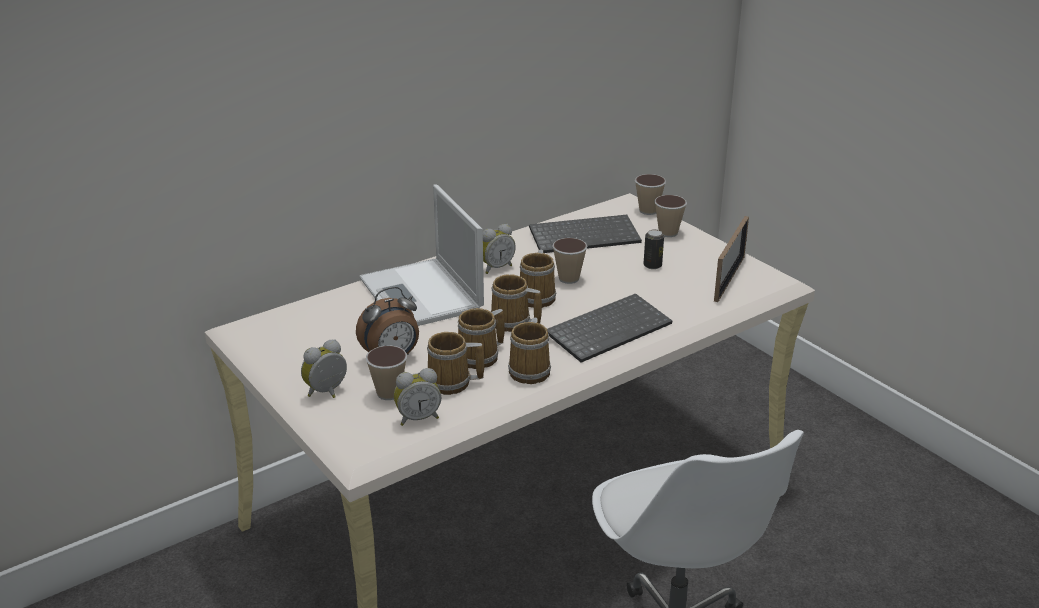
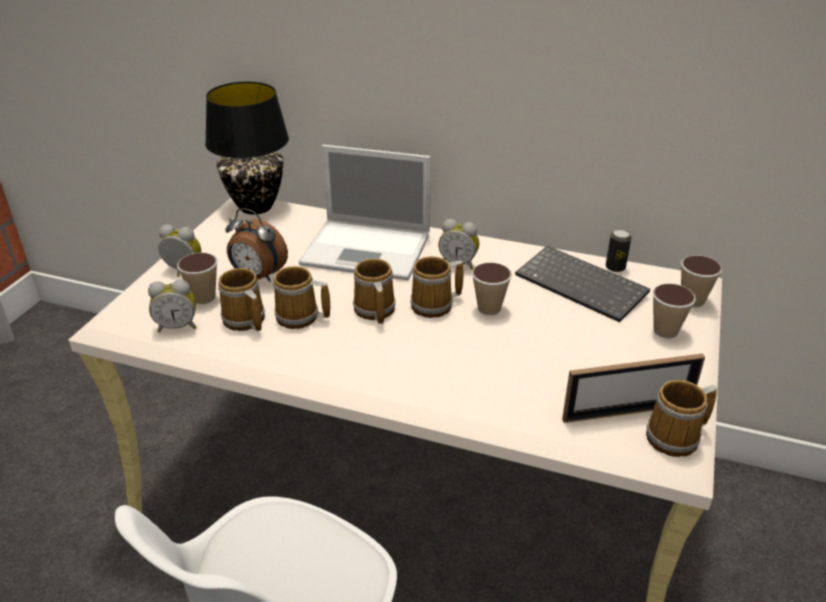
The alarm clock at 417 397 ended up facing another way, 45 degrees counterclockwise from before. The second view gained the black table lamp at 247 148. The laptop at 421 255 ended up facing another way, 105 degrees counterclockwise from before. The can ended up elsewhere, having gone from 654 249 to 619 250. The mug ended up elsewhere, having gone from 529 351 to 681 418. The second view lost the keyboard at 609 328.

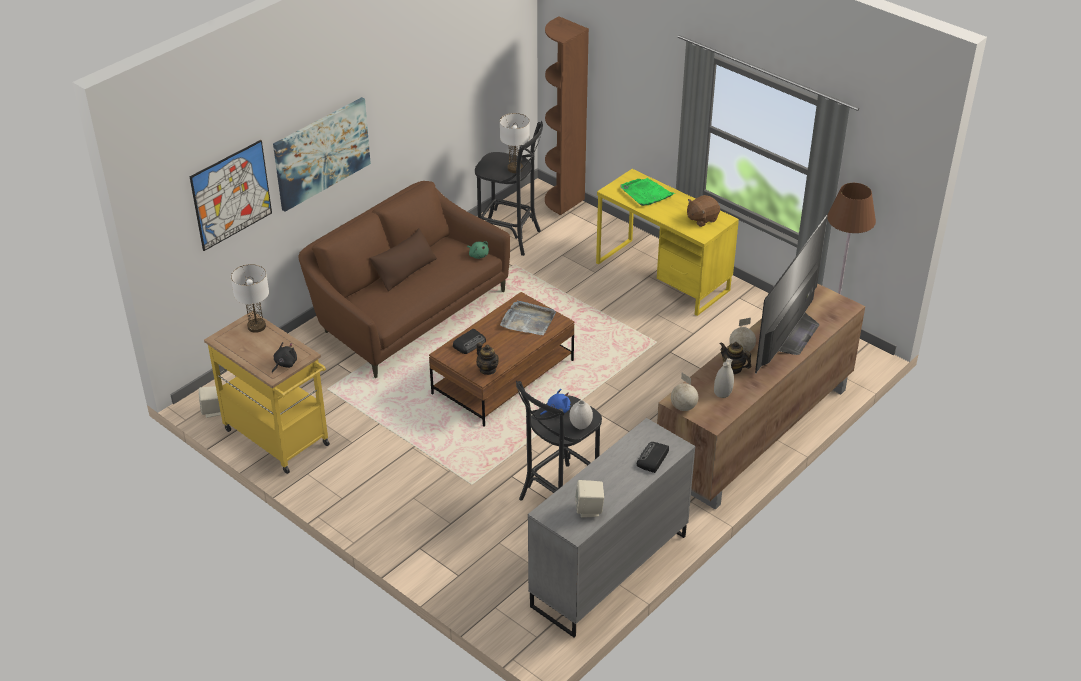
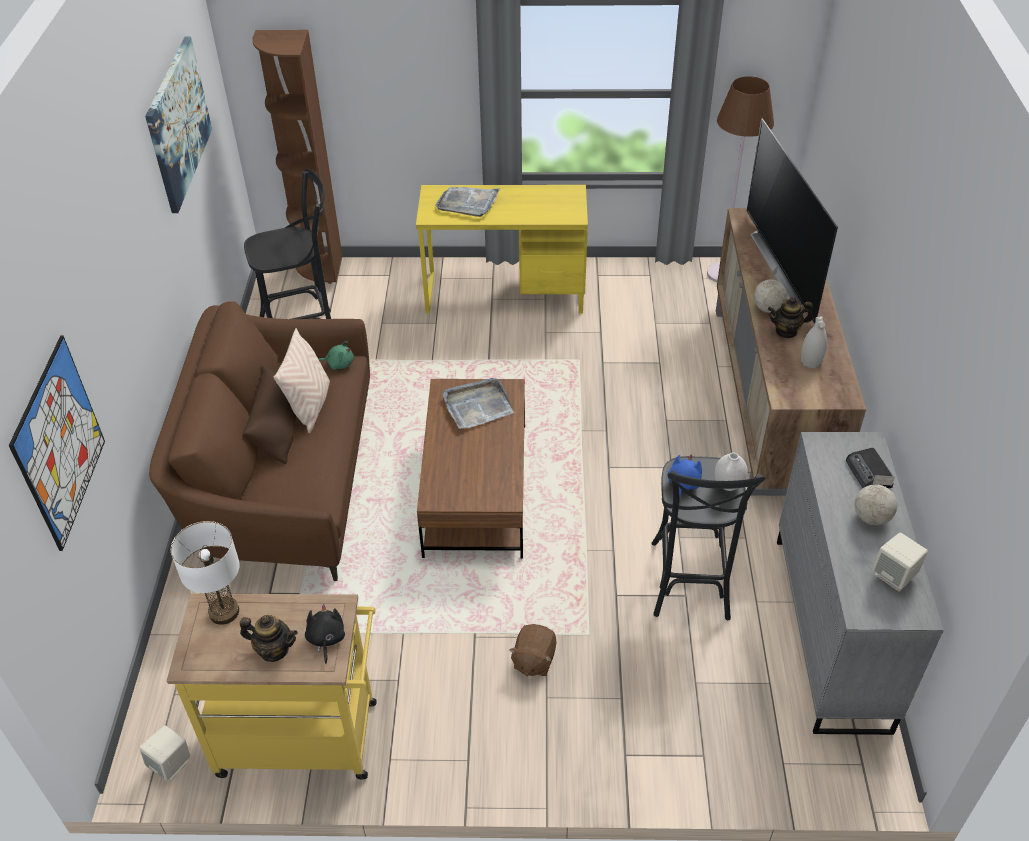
The picture ended up elsewhere, having gone from 322 154 to 178 125. The teapot ended up elsewhere, having gone from 487 358 to 269 638. The second view gained the beige pillow at 302 380. What was the green tray at 647 192 turned into the grey tray at 467 202. The brown plush toy ended up elsewhere, having gone from 703 211 to 533 650. The globe ended up elsewhere, having gone from 684 392 to 876 500. The second view lost the radio at 469 341. The second view lost the table lamp at 515 143.

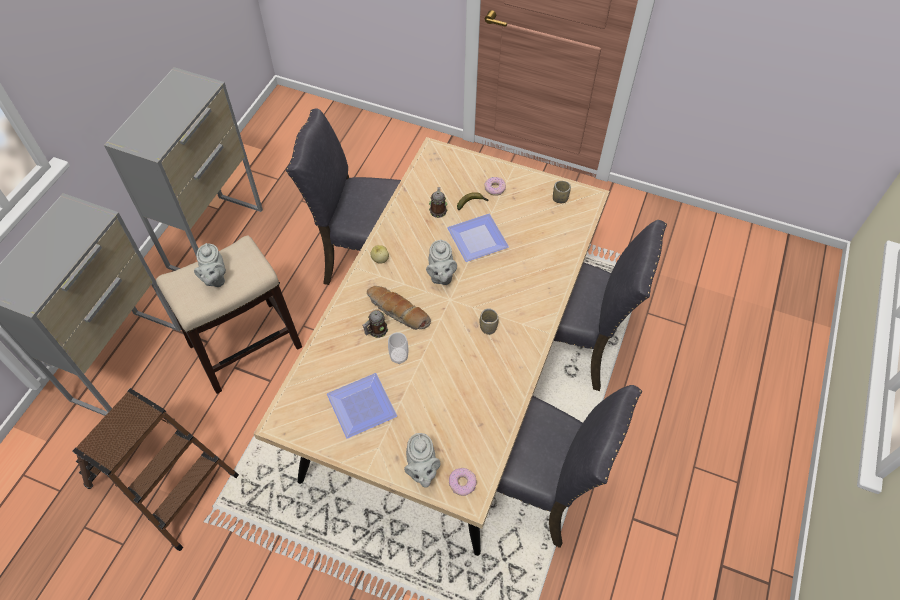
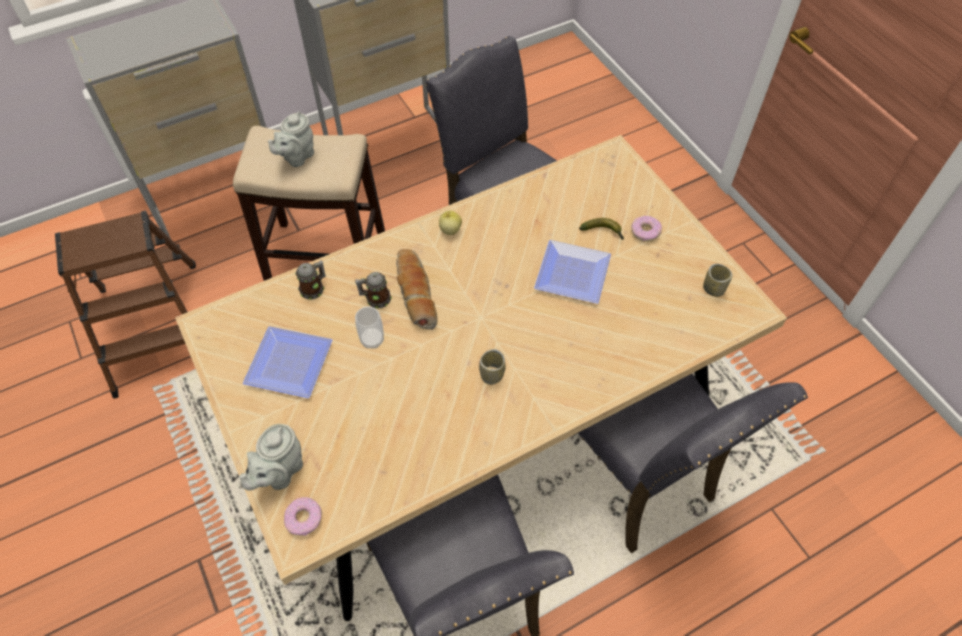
The mug ended up elsewhere, having gone from 438 202 to 310 280. The second view lost the grey teapot at 441 262.

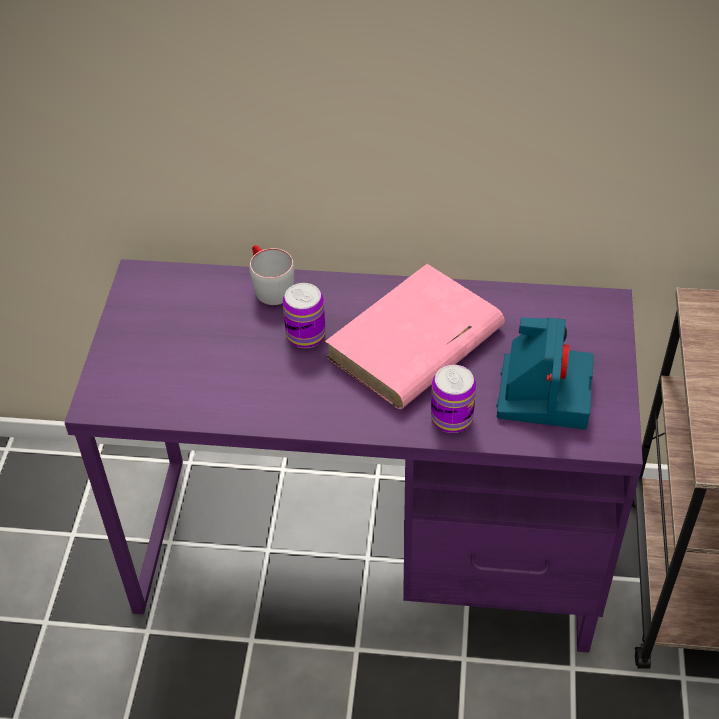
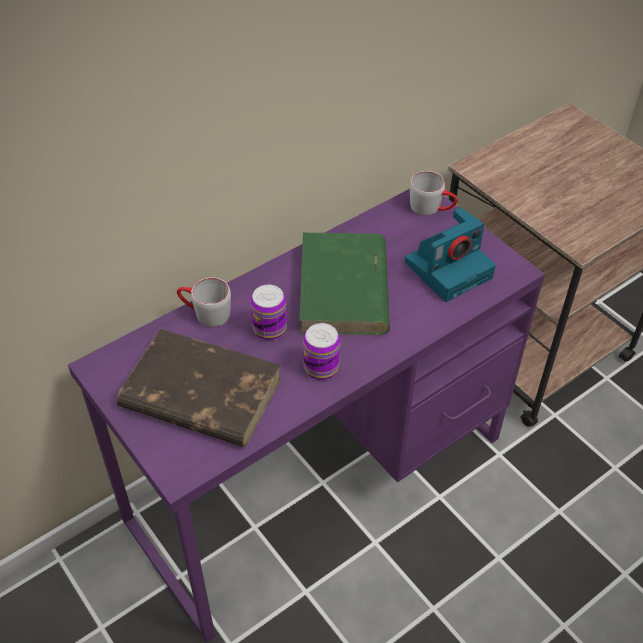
The second view gained the brown book at 199 388. What was the pink book at 415 336 turned into the green book at 345 284. The can ended up elsewhere, having gone from 453 399 to 321 351. The photo camera at 545 373 ended up facing another way, 90 degrees clockwise from before. The second view gained the grey mug at 434 193.

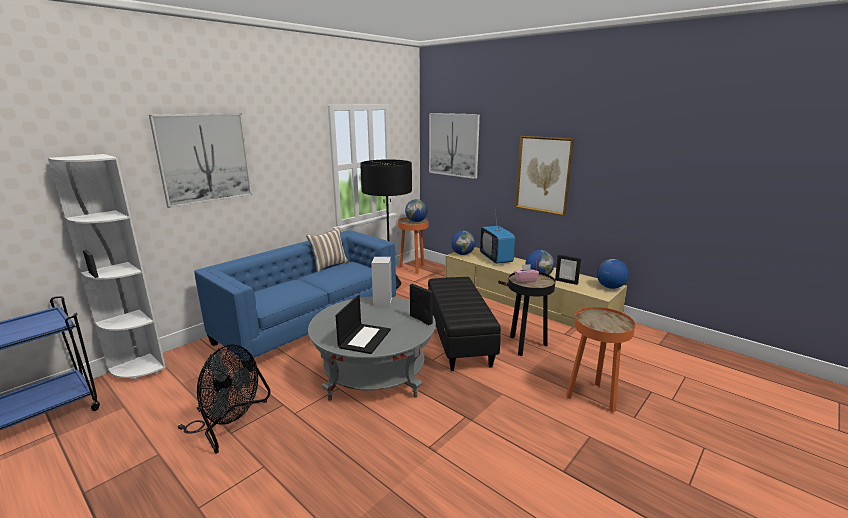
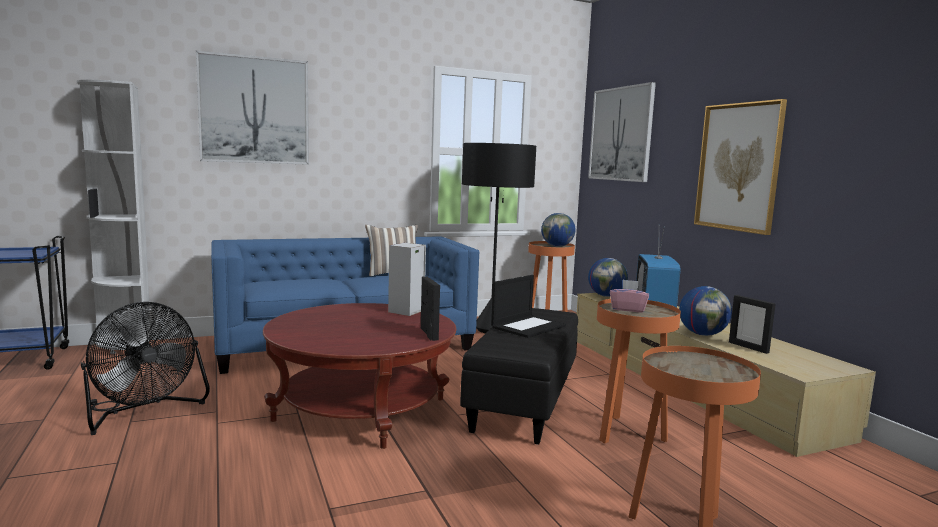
What was the grey coffee table at 372 349 turned into the red coffee table at 359 376. The laptop ended up elsewhere, having gone from 363 324 to 528 306. What was the black side table at 531 314 turned into the orange side table at 639 371. The second view lost the globe at 613 274.

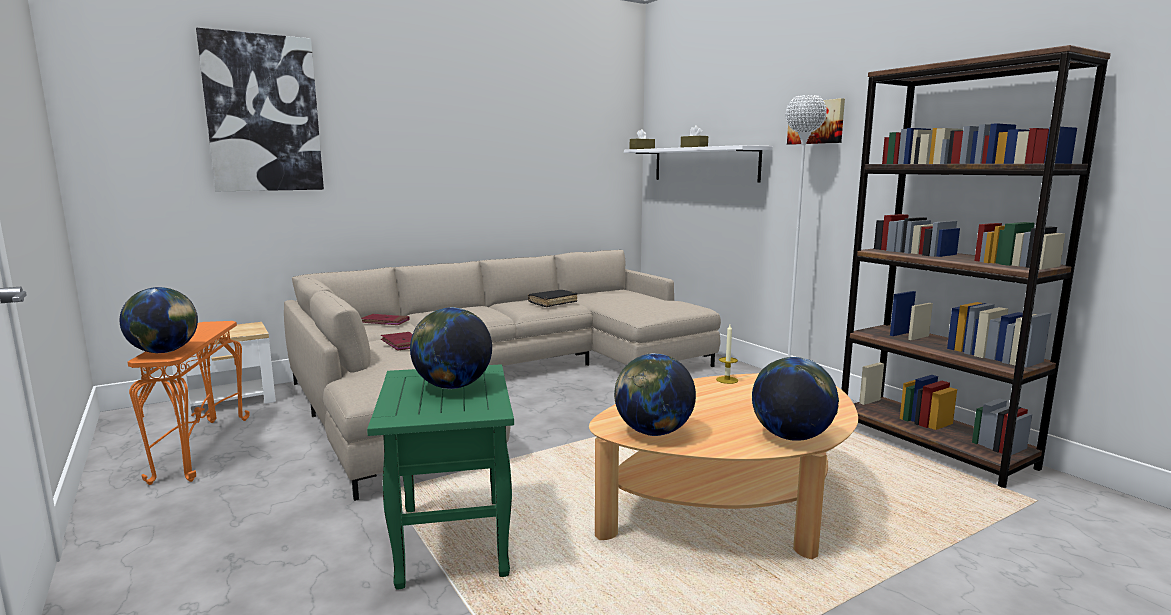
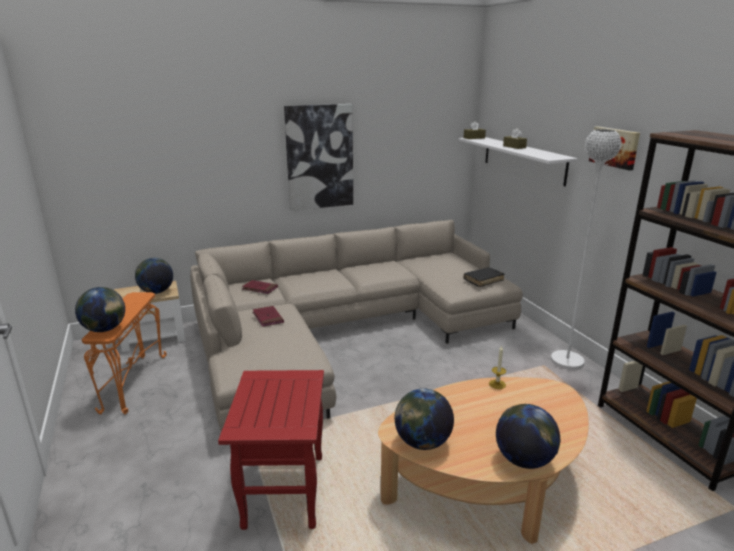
The globe ended up elsewhere, having gone from 451 348 to 154 276. What was the green side table at 440 477 turned into the red side table at 271 450. The picture ended up elsewhere, having gone from 260 109 to 318 157. The black book ended up elsewhere, having gone from 552 298 to 484 277.

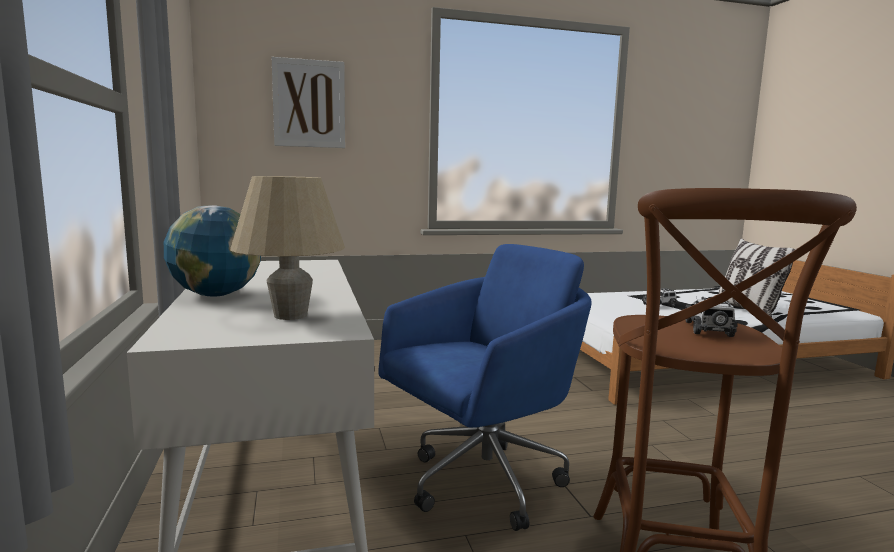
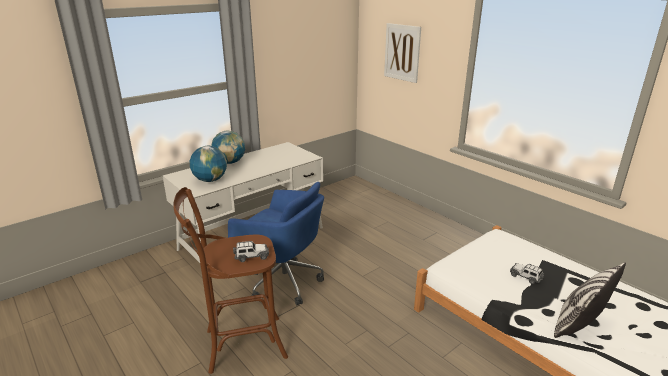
Where the beige table lamp stood at 287 248, the globe came to stand at 208 164.

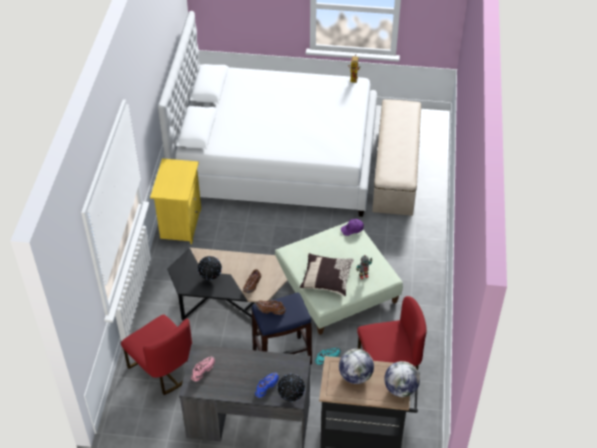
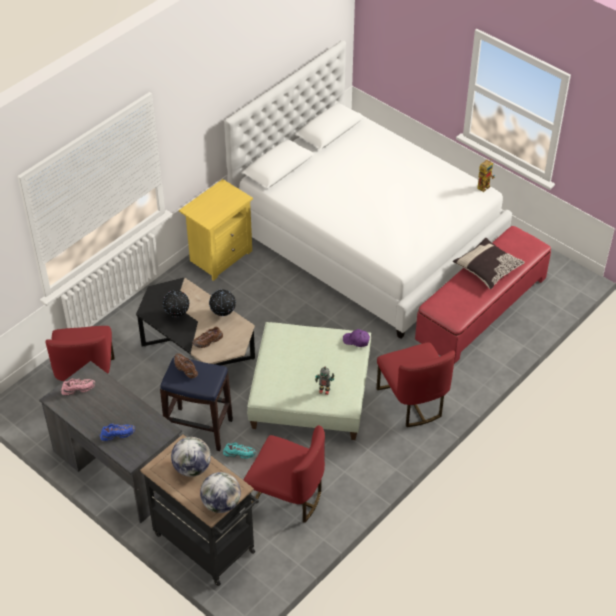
The globe ended up elsewhere, having gone from 291 388 to 222 303. The second view gained the red chair at 416 384. What was the beige bench at 396 157 turned into the red bench at 483 295. The pillow ended up elsewhere, having gone from 327 274 to 489 263.

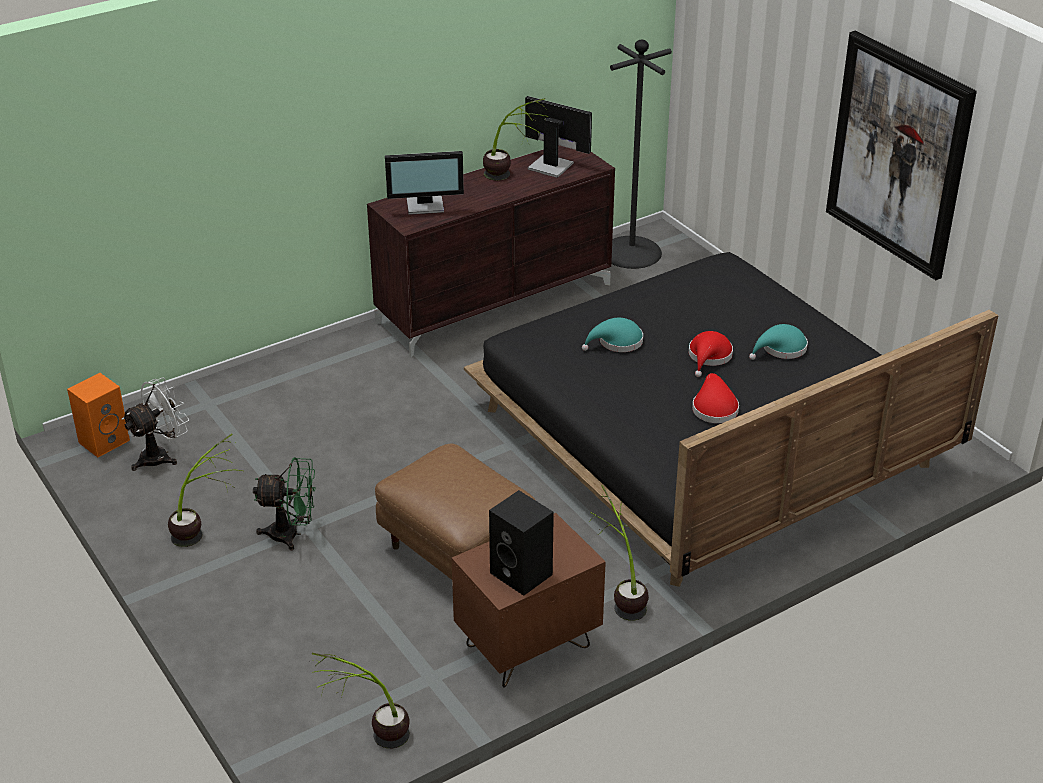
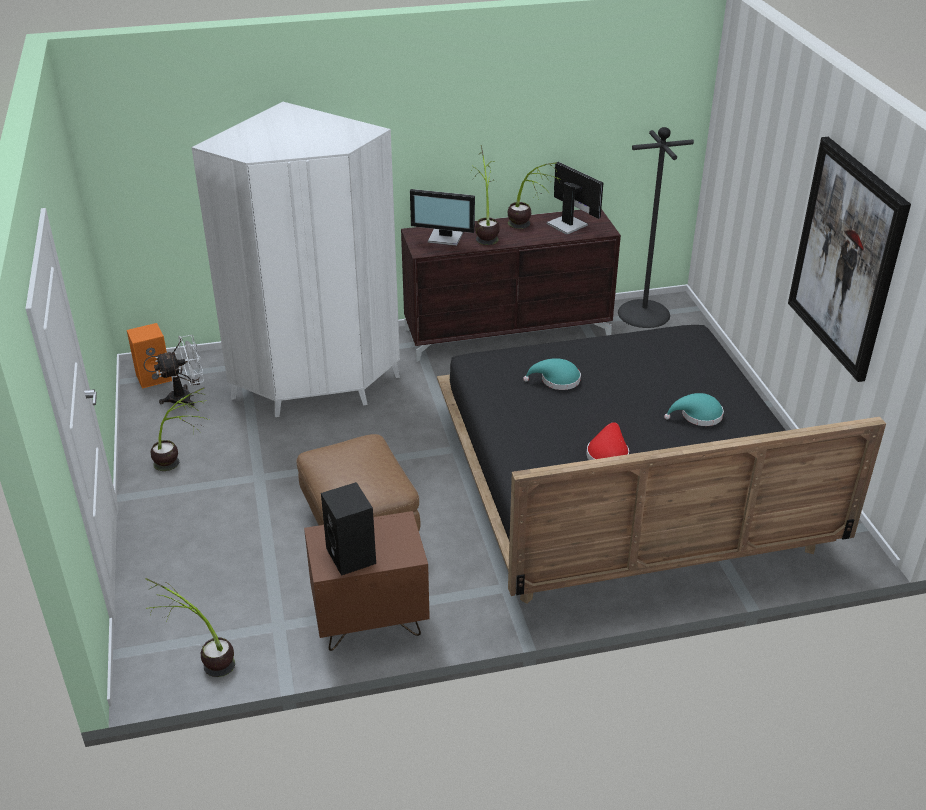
The second view gained the white wardrobe at 296 259. The potted plant ended up elsewhere, having gone from 619 553 to 485 195. The second view lost the green fan at 284 503. The second view lost the red hat at 711 354.

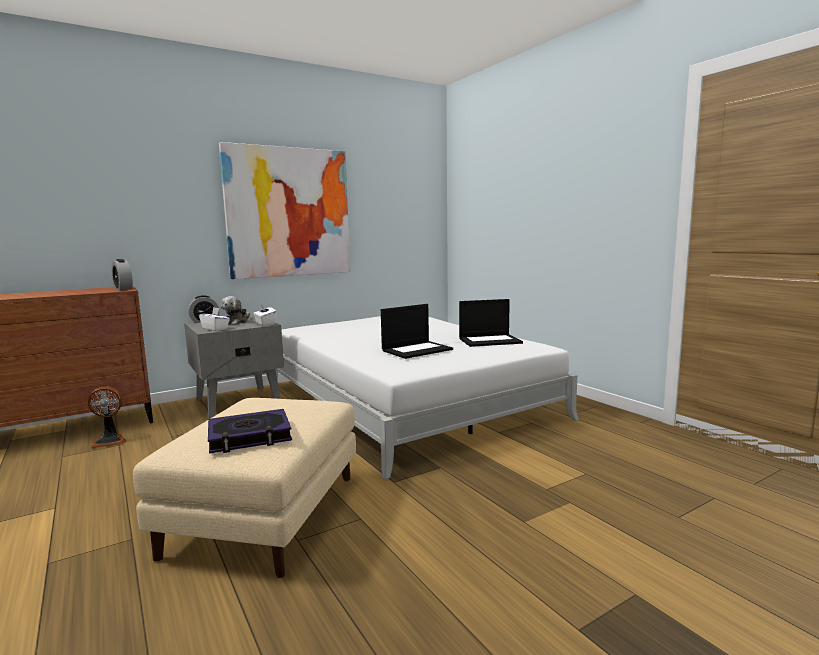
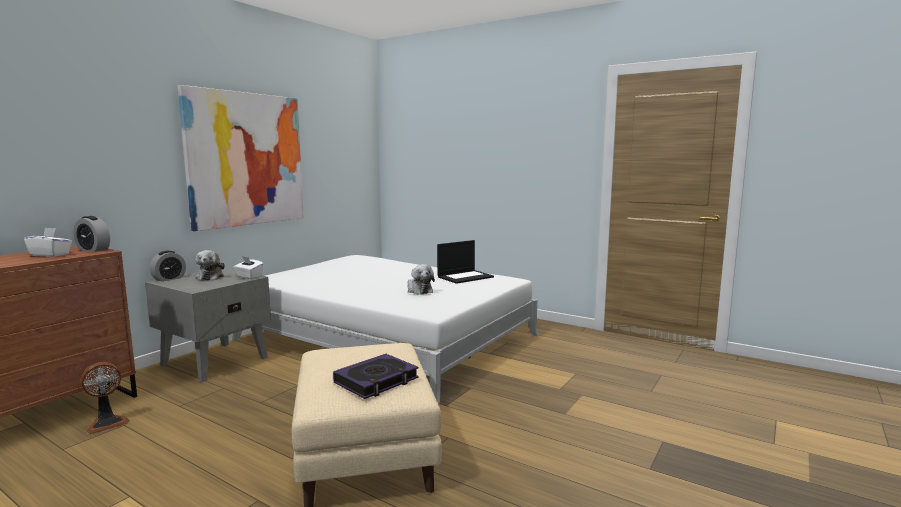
The white tissue box ended up elsewhere, having gone from 214 319 to 48 242. Where the laptop stood at 417 331, the plush toy came to stand at 421 279.

